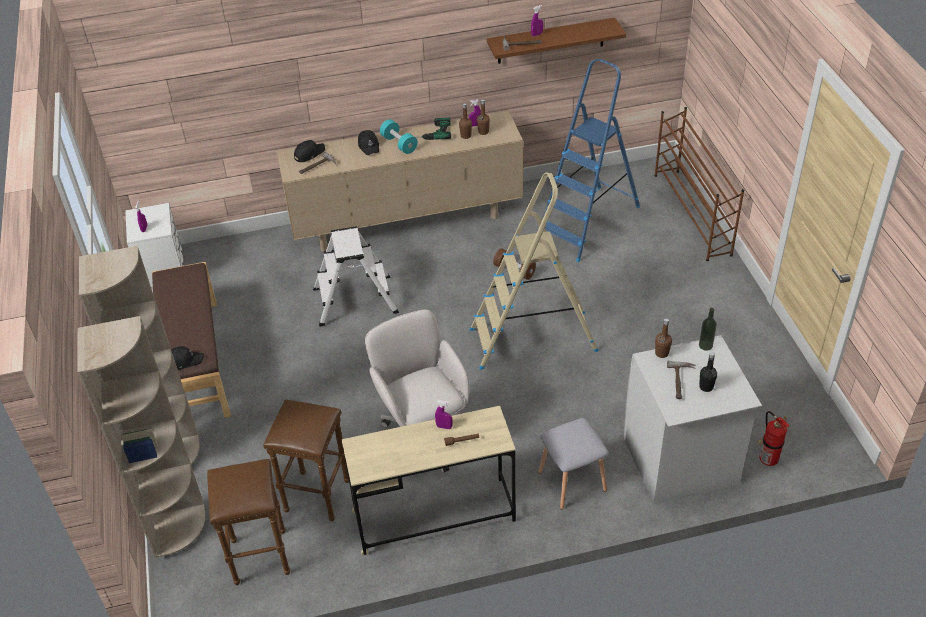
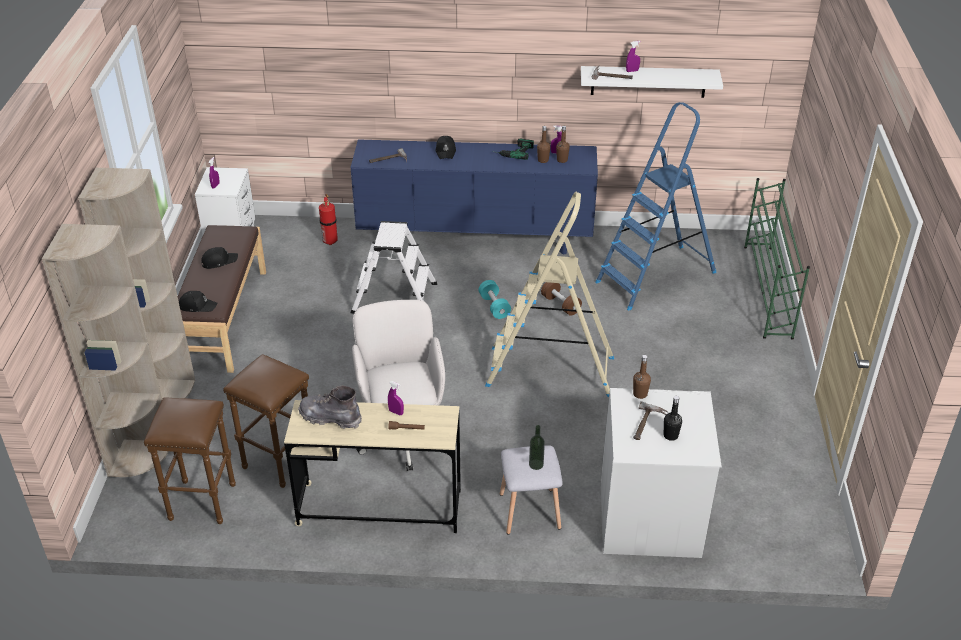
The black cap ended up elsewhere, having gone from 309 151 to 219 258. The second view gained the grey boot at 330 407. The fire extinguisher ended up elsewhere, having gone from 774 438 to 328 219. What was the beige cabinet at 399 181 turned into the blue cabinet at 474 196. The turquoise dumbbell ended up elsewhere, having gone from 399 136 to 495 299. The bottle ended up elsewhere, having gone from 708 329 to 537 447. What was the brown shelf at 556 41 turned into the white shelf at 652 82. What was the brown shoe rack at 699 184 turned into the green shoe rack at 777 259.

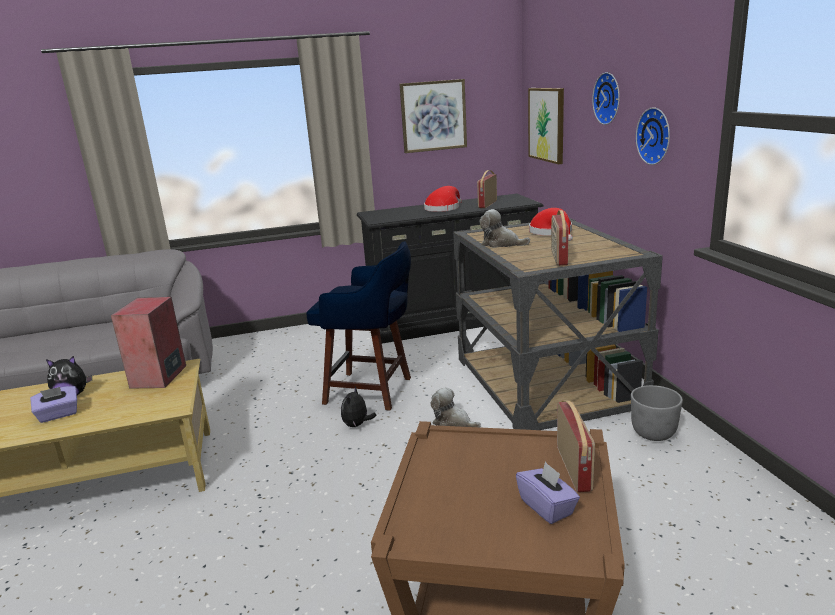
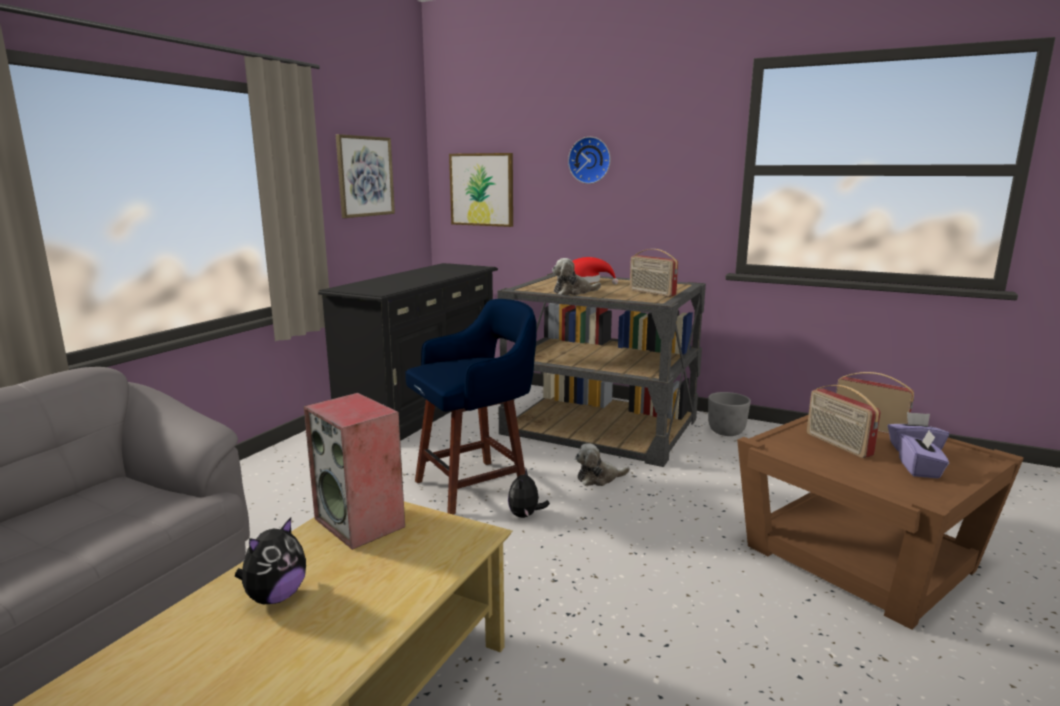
The plush toy at 358 406 ended up facing another way, 45 degrees clockwise from before. The radio ended up elsewhere, having gone from 487 189 to 844 421. The purple tissue box ended up elsewhere, having gone from 53 404 to 924 454. The second view lost the red hat at 443 199. The second view lost the wall clock at 653 136.

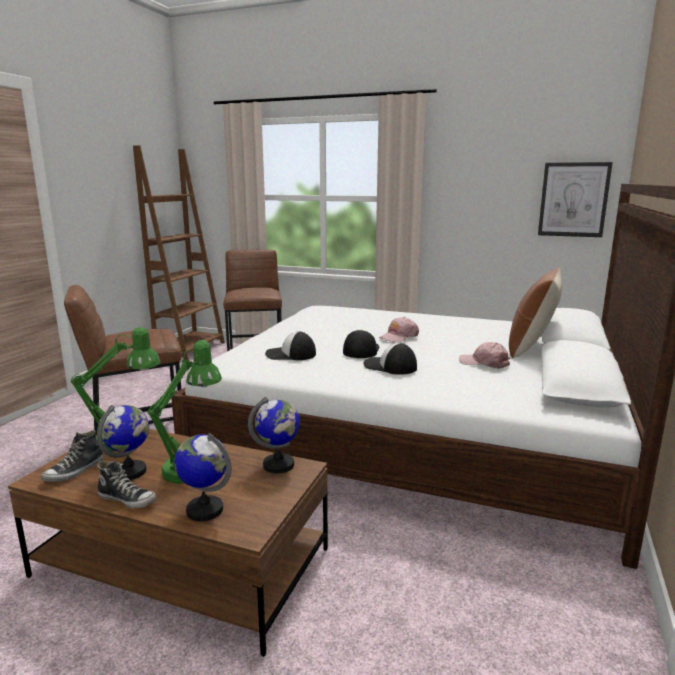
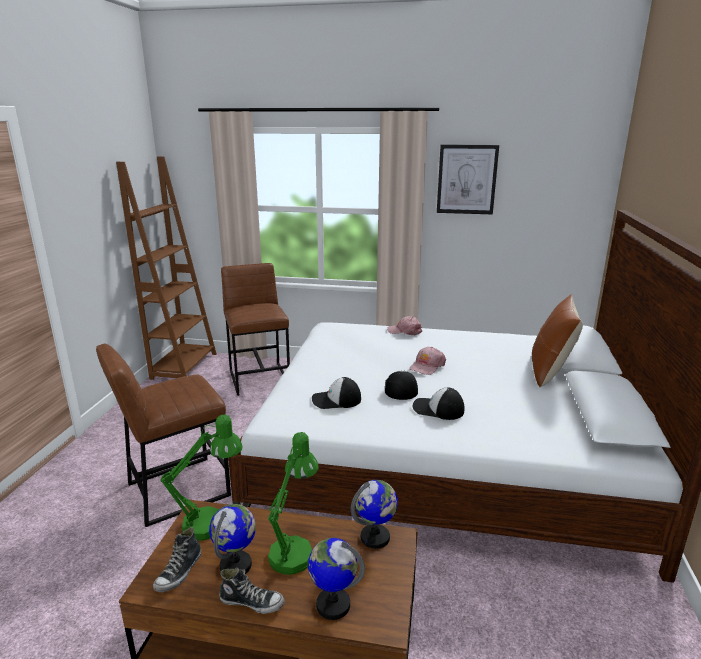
The pink cap ended up elsewhere, having gone from 484 355 to 404 326. The picture ended up elsewhere, having gone from 575 199 to 468 179.

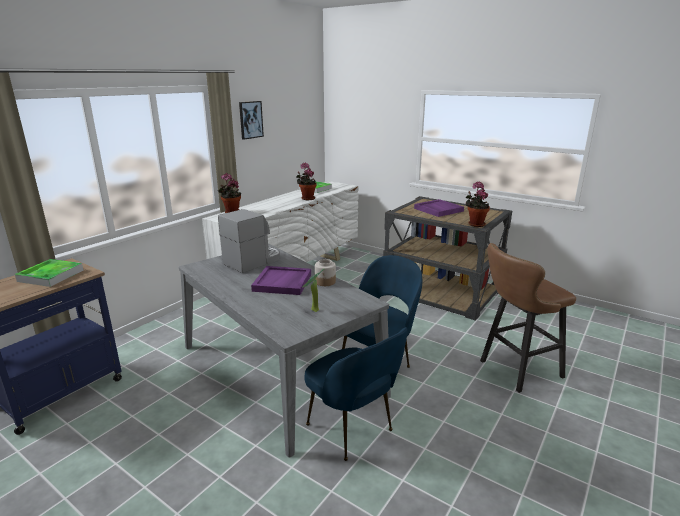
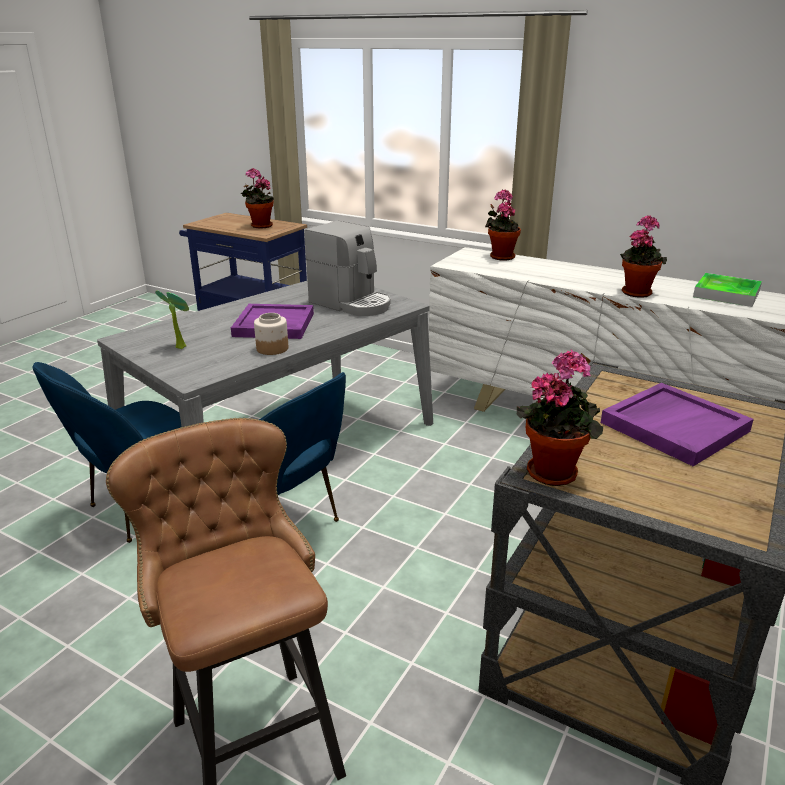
Where the tray stood at 49 273, the potted plant came to stand at 257 198. The second view lost the picture at 251 120.

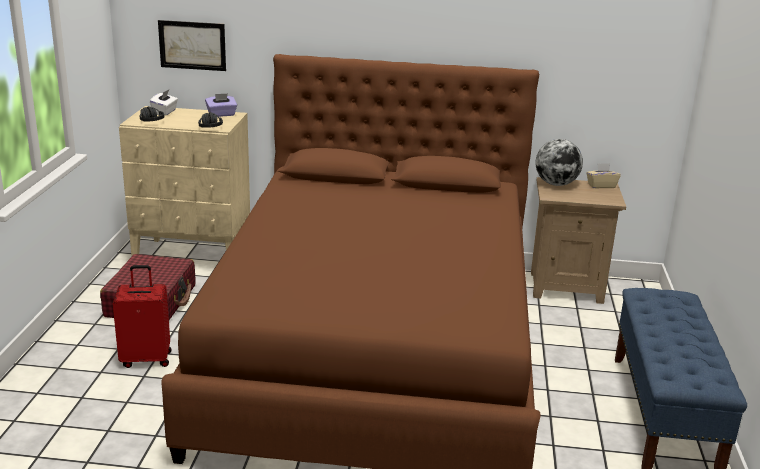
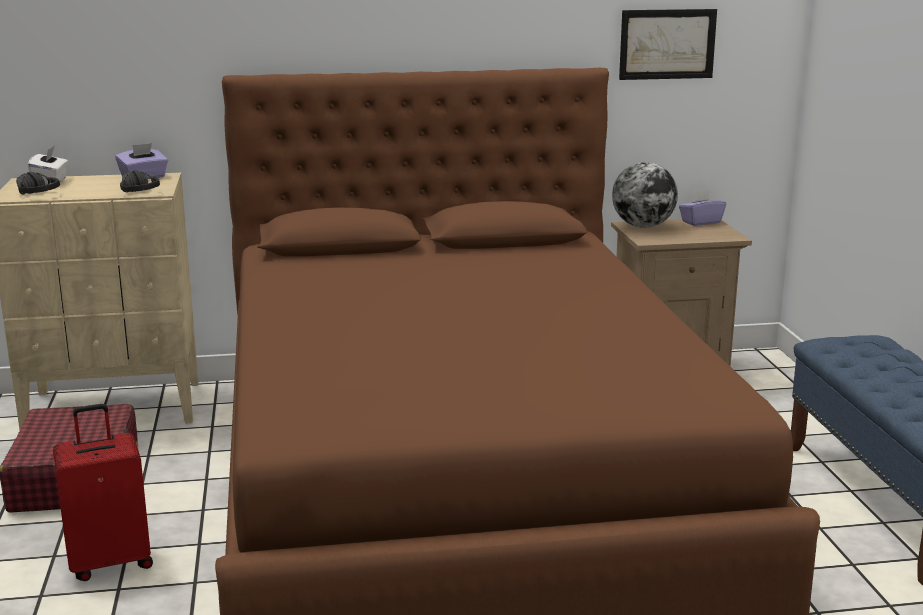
The picture ended up elsewhere, having gone from 192 45 to 668 44. What was the beige tissue box at 603 175 turned into the purple tissue box at 702 208.

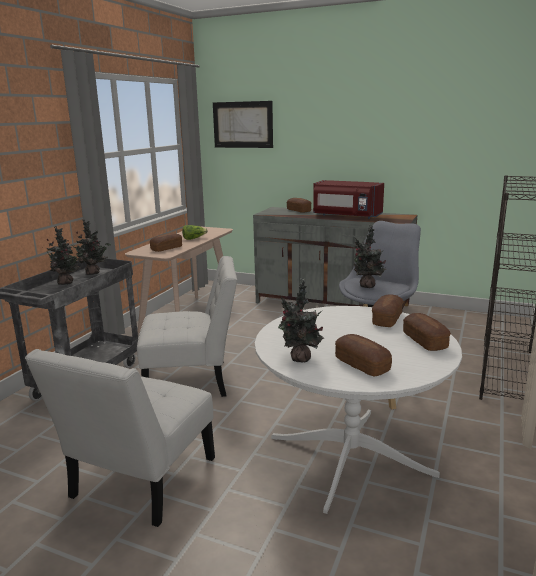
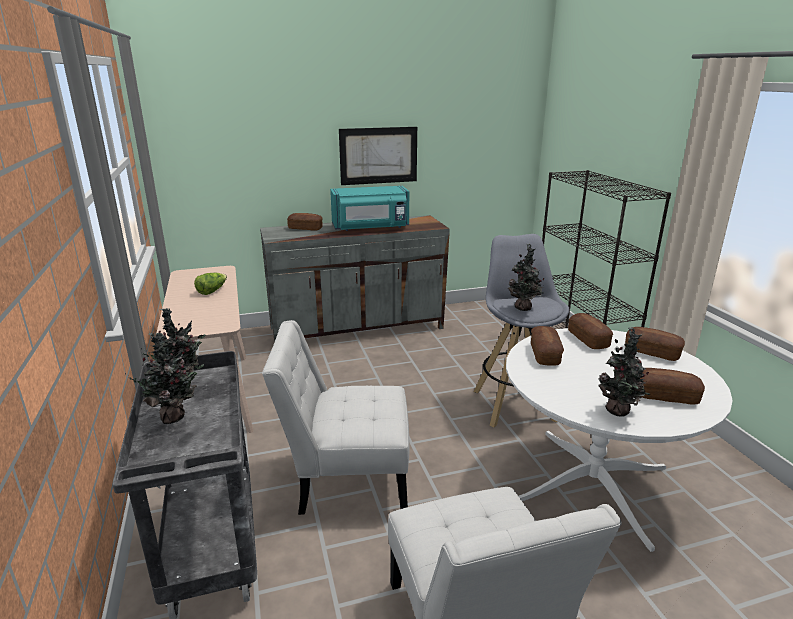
The white chair at 187 326 ended up facing another way, 135 degrees counterclockwise from before. What was the red microwave at 348 199 turned into the turquoise microwave at 369 208. The picture ended up elsewhere, having gone from 243 124 to 378 156. The bread ended up elsewhere, having gone from 166 242 to 547 346.

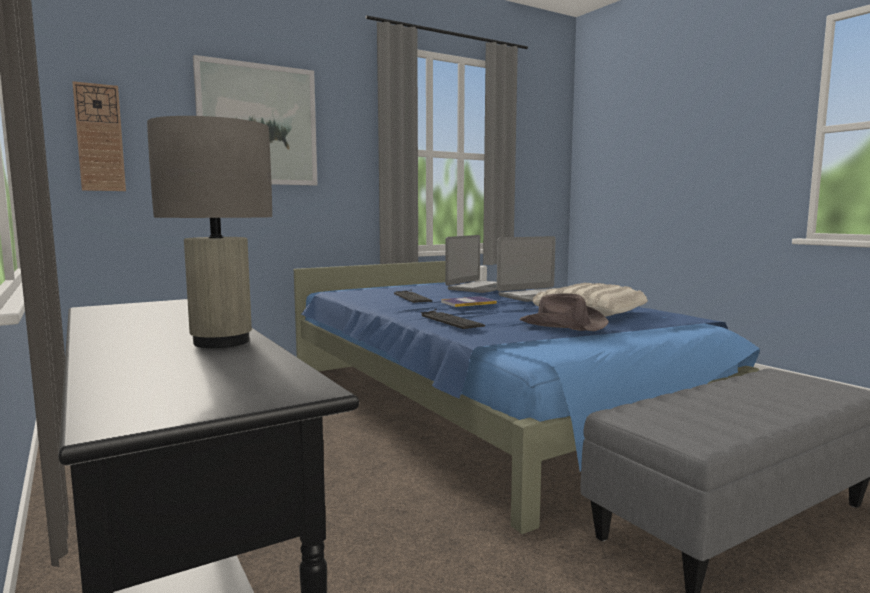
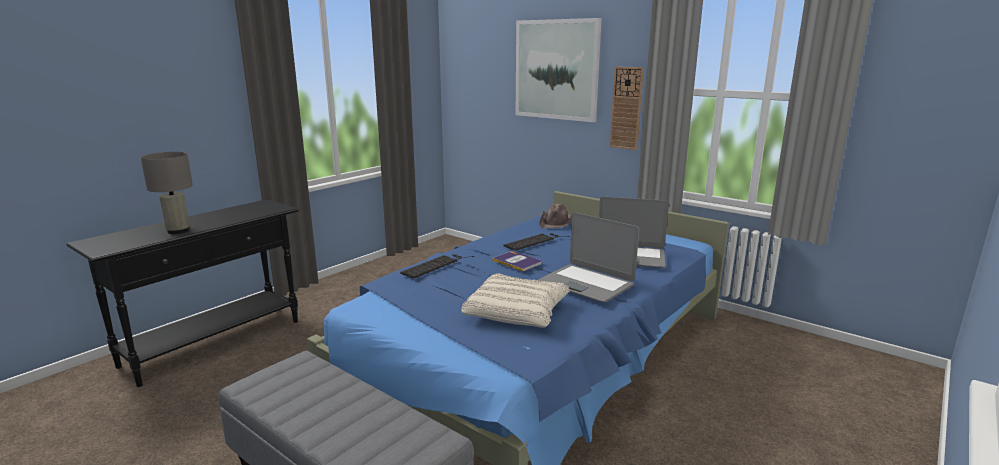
The brown hat ended up elsewhere, having gone from 564 312 to 555 216. The wall clock ended up elsewhere, having gone from 99 136 to 627 108.

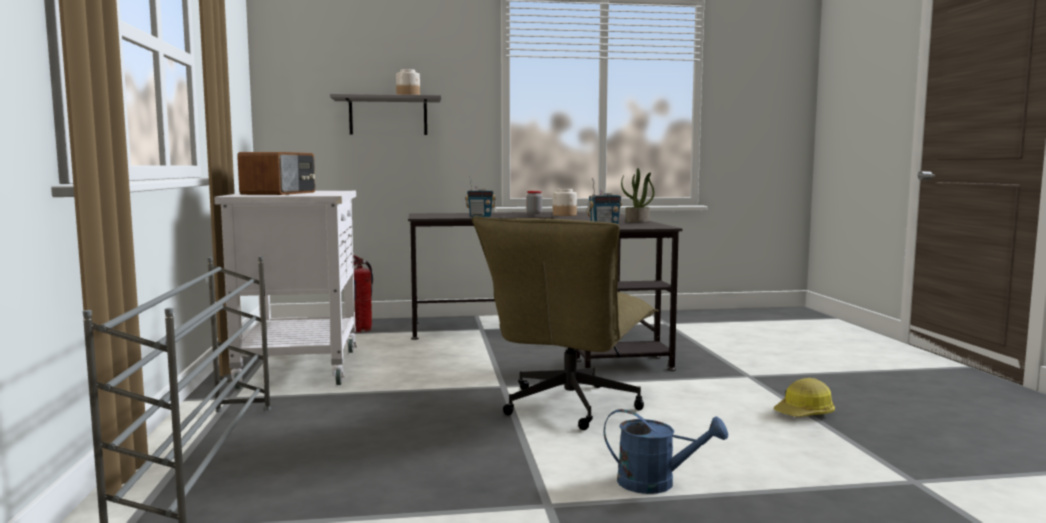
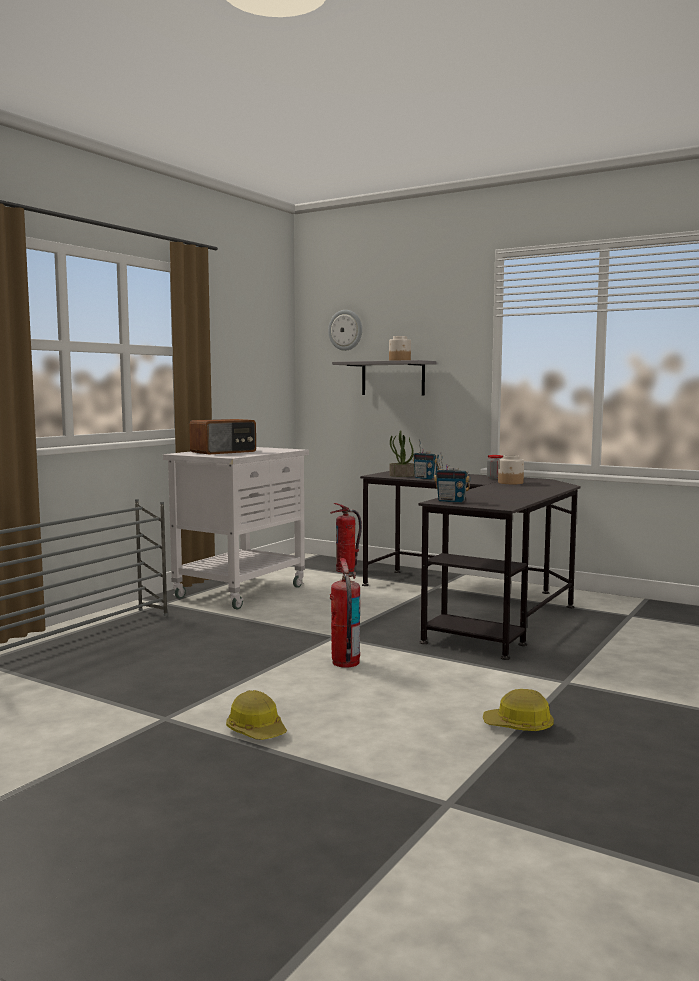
Where the blue watering can stood at 666 451, the hard hat came to stand at 256 715. The second view gained the wall clock at 345 330. Where the beige office chair stood at 565 323, the fire extinguisher came to stand at 345 613. The potted plant ended up elsewhere, having gone from 638 195 to 401 453.

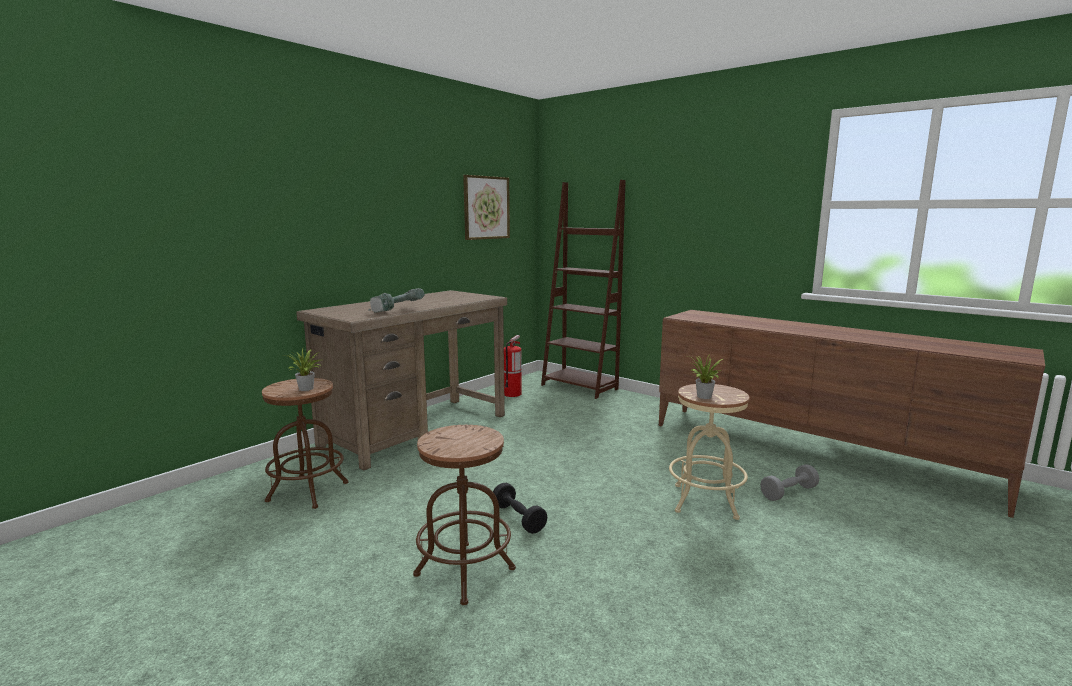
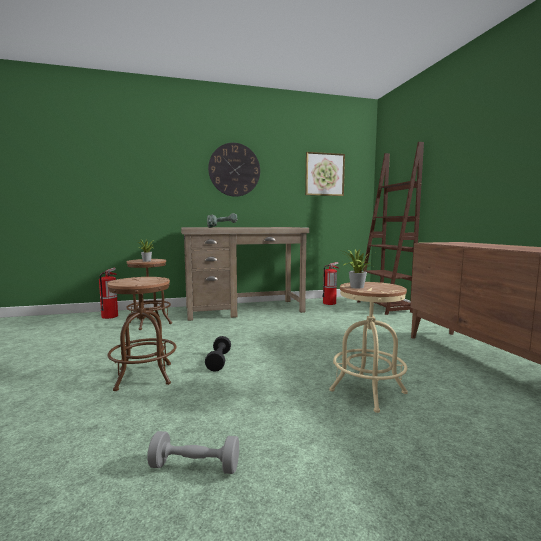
The second view gained the fire extinguisher at 108 293. The grey dumbbell ended up elsewhere, having gone from 789 482 to 193 452. The second view gained the wall clock at 234 170.

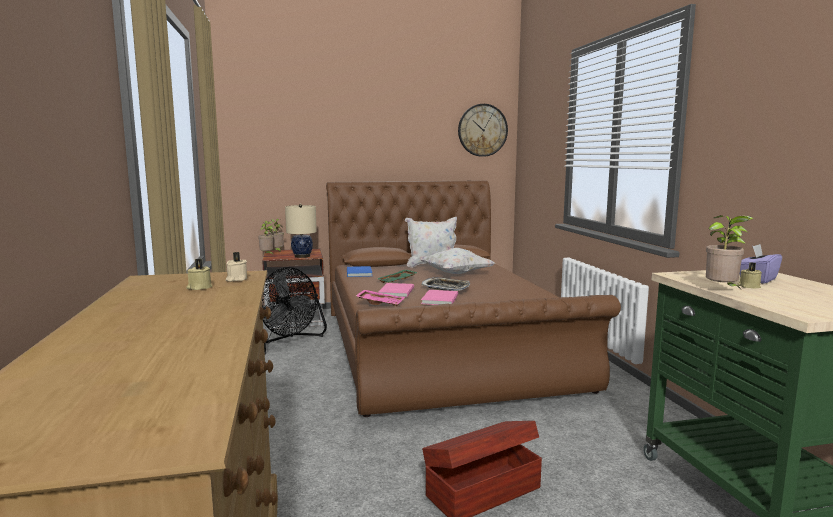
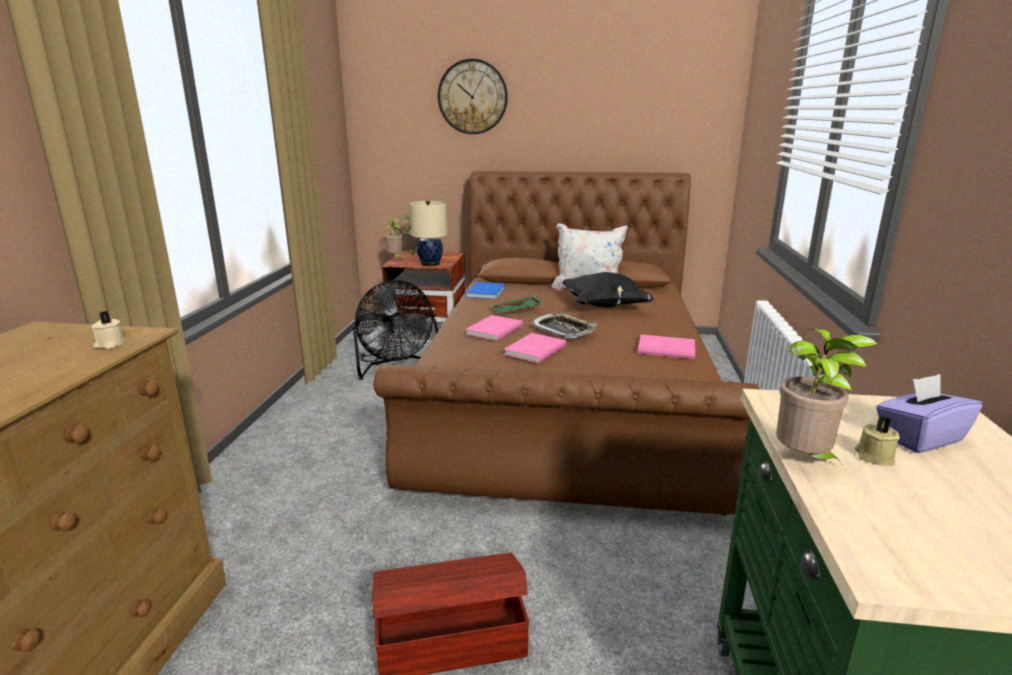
The wall clock ended up elsewhere, having gone from 483 130 to 473 96. What was the white pillow at 457 261 turned into the black pillow at 608 289. The second view gained the pink book at 666 346. The second view lost the beige candle at 199 274. The second view lost the pink tray at 380 298.

